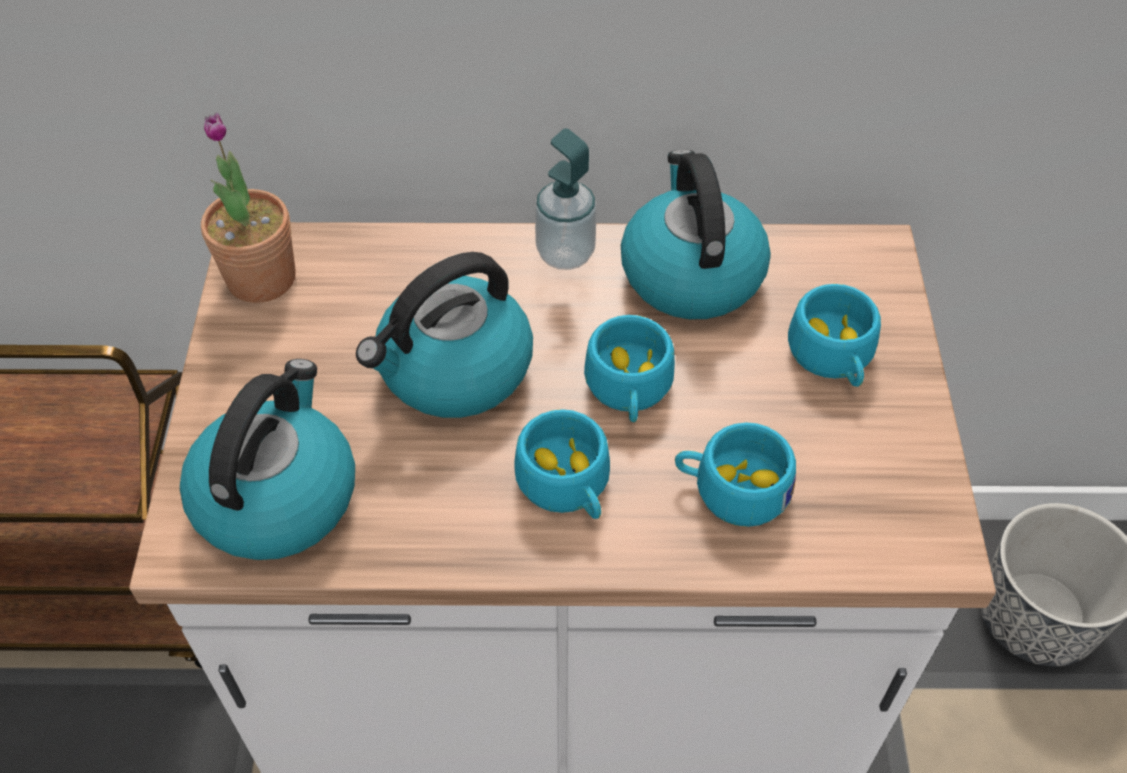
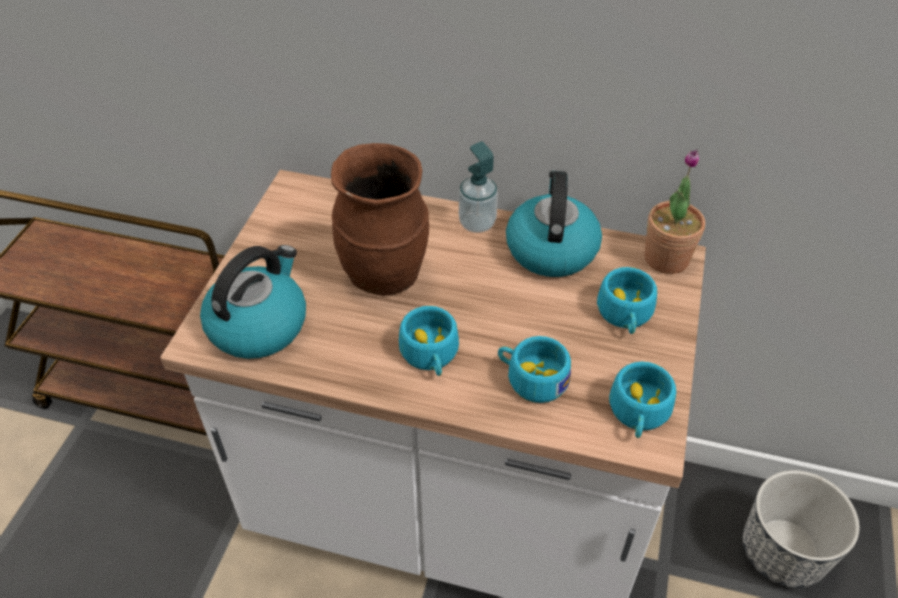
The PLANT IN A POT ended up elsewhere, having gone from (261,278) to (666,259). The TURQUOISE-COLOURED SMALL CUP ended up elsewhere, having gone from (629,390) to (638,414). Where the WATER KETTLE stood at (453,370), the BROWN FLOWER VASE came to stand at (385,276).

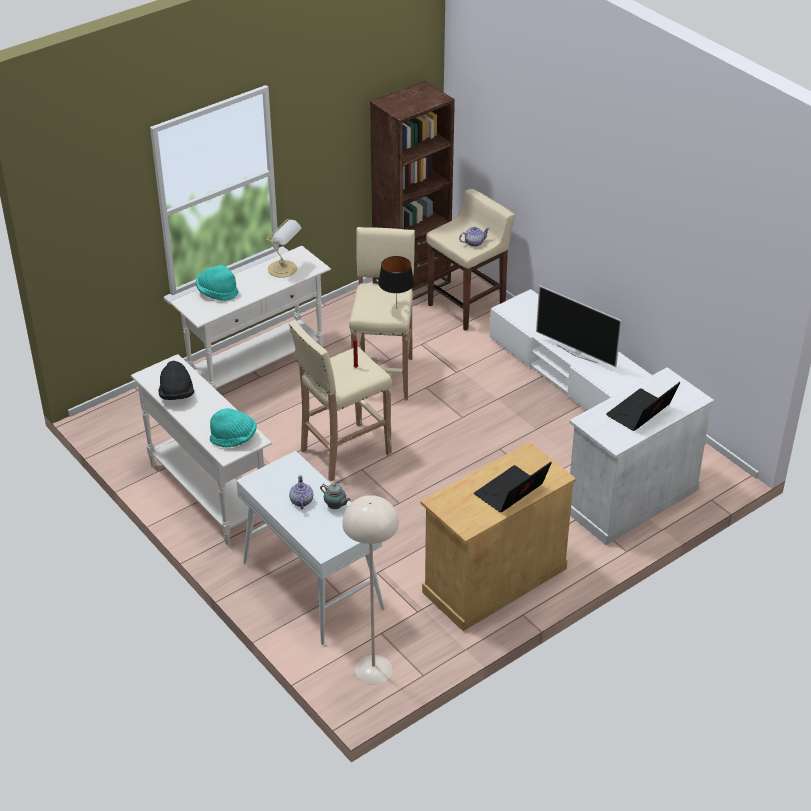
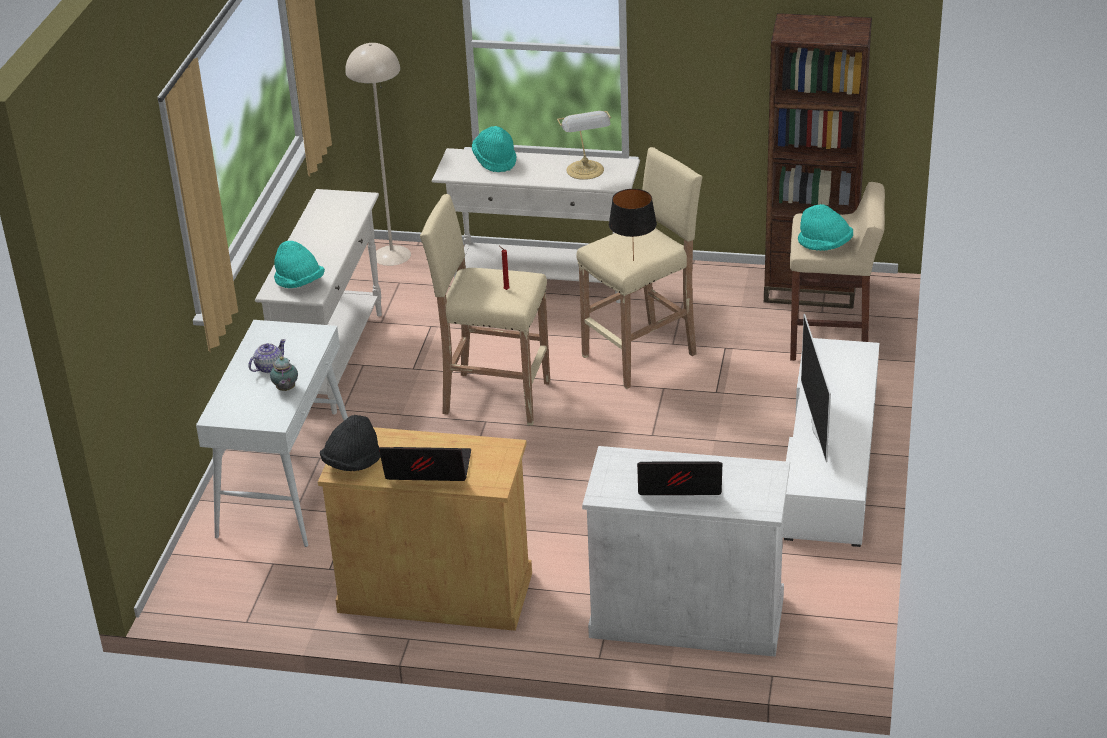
The BLACKISH WEARABLE HAT ended up elsewhere, having gone from (176,395) to (352,463). The BEIGE-COLOURED FLOOR LAMP ended up elsewhere, having gone from (373,670) to (391,255). Where the POT FOR TEA stood at (473,243), the TURQUOISE-COLOURED WEARABLE HAT came to stand at (825,245).

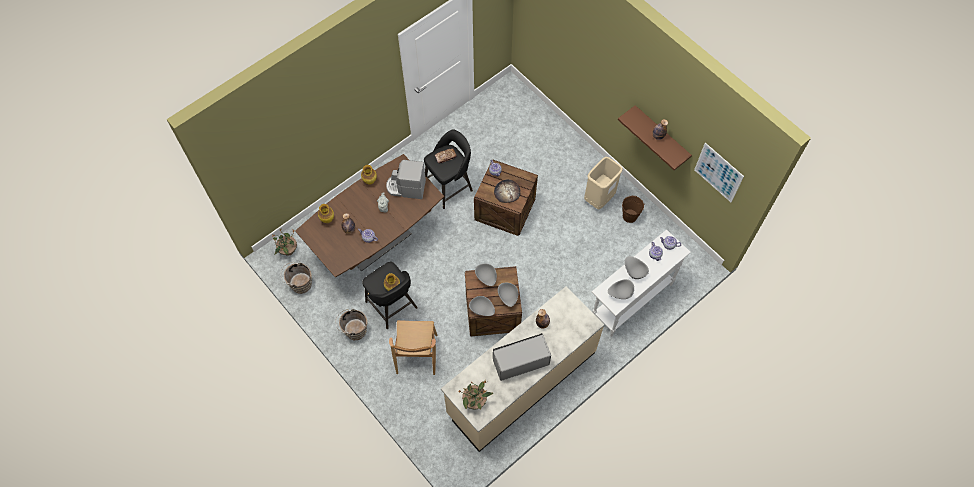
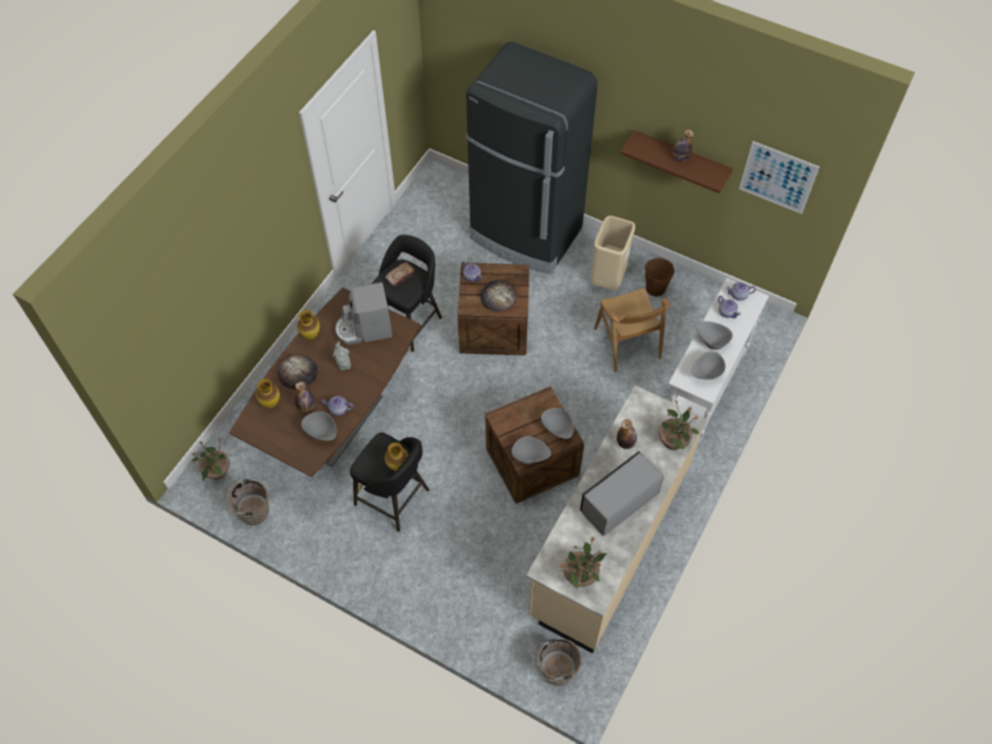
The second view gained the BAKERY BREAD at (298,373). The second view gained the BLACKISH KITCHEN FRIDGE at (526,234). The second view gained the PLANT IN A POT at (673,441). The BROWN PAIL ended up elsewhere, having gone from (354,330) to (555,670). The BROWN UPRIGHT CHAIR ended up elsewhere, having gone from (416,354) to (627,344). The GREY BOWL ended up elsewhere, having gone from (486,278) to (322,433).

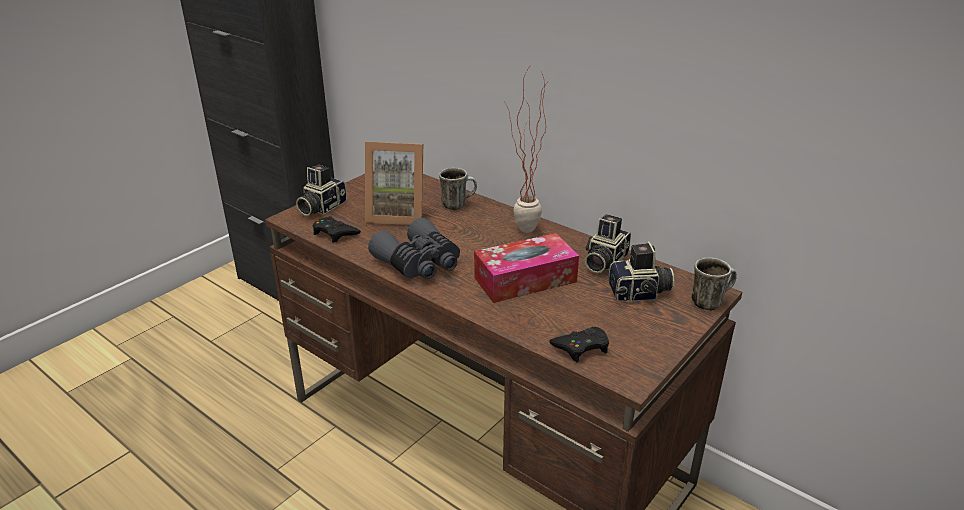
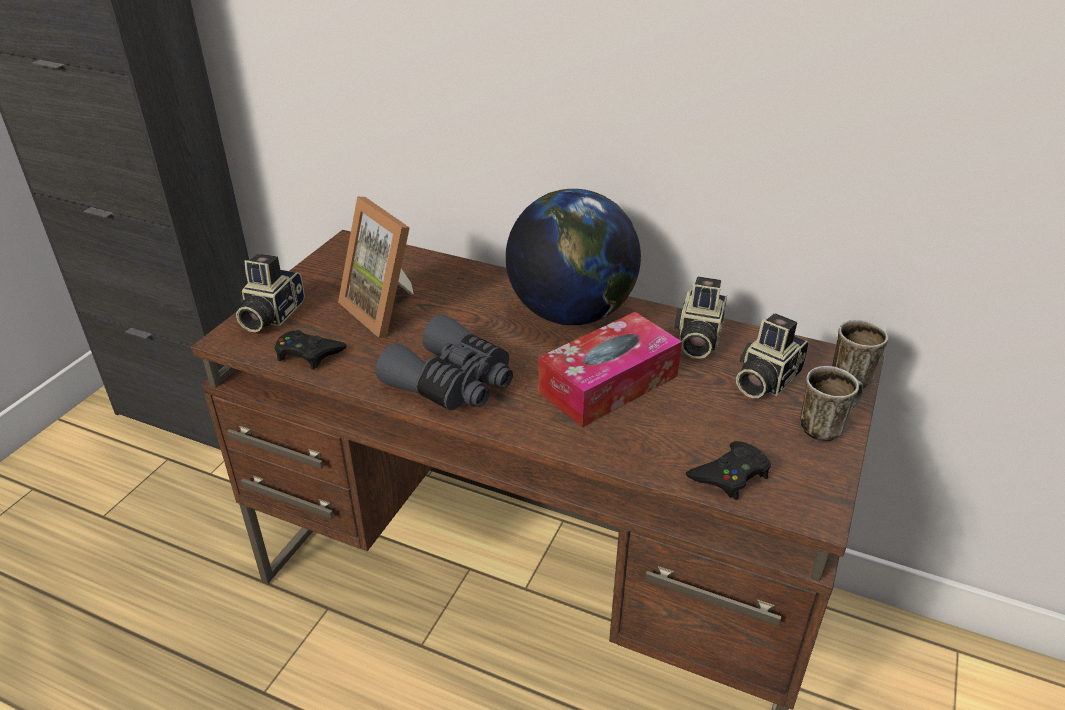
The MUG ended up elsewhere, having gone from (458,204) to (824,426). Where the PLANT IN A POT stood at (521,233), the DESK GLOBE came to stand at (571,314). The PICTURE FRAME at (397,214) ended up facing another way, 60 degrees clockwise from before. The STILL CAMERA at (640,294) ended up facing another way, 150 degrees clockwise from before.

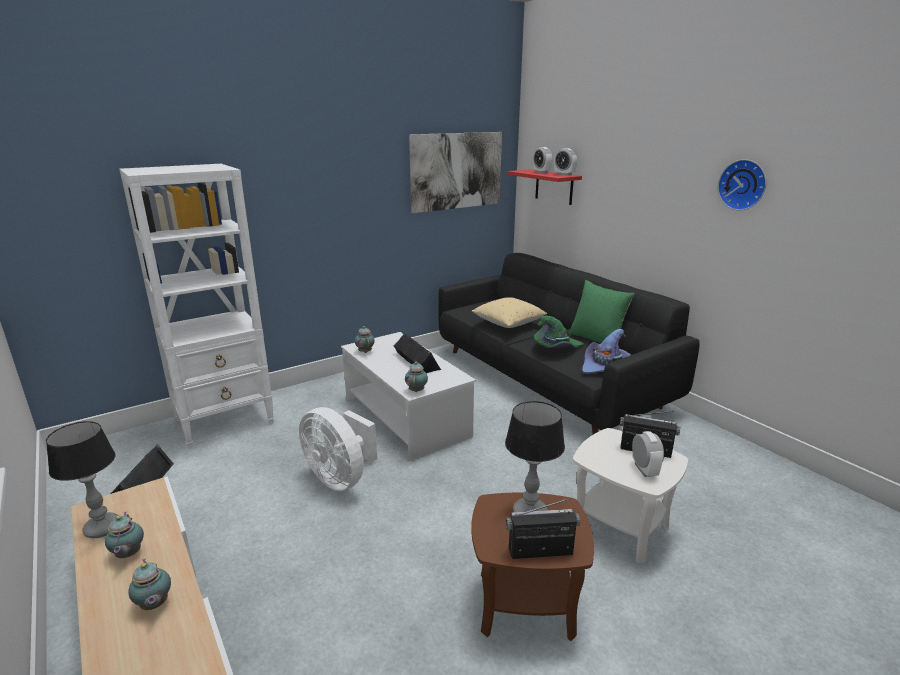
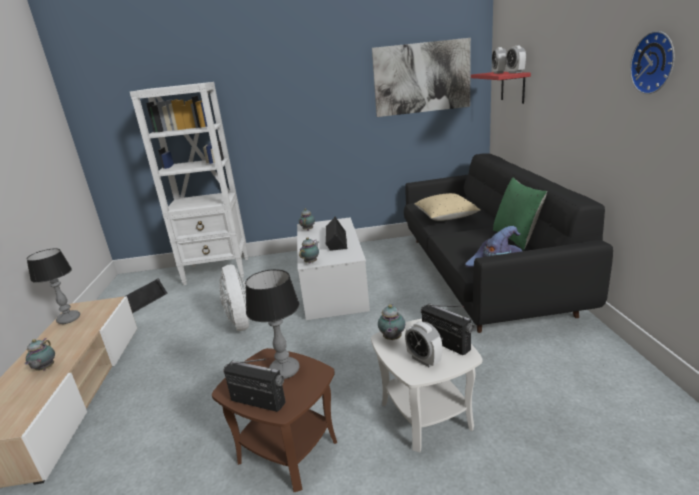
The second view lost the GREENISH WEARABLE HAT at (556,347). The POT FOR TEA ended up elsewhere, having gone from (128,555) to (392,339). The ALARM CLOCK at (644,470) ended up facing another way, 120 degrees clockwise from before.

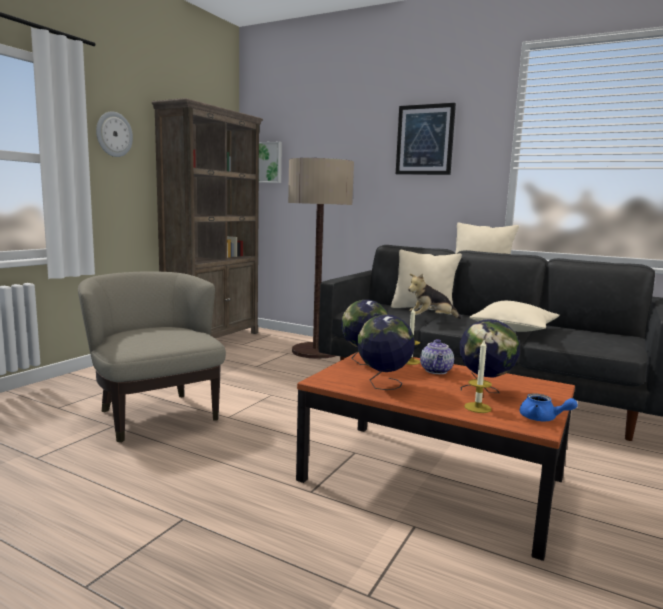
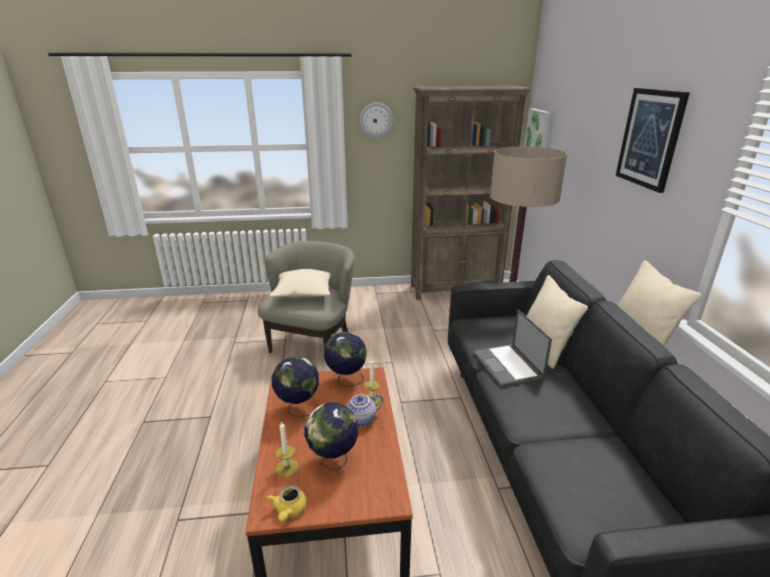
The BEIGE-COLOURED CUSHION ended up elsewhere, having gone from (513,329) to (303,293). Where the SOFT TOY stood at (431,319), the PORTABLE COMPUTER came to stand at (508,365). What was the BLUISH POT FOR TEA at (542,419) turned into the YELLOW POT FOR TEA at (289,511).

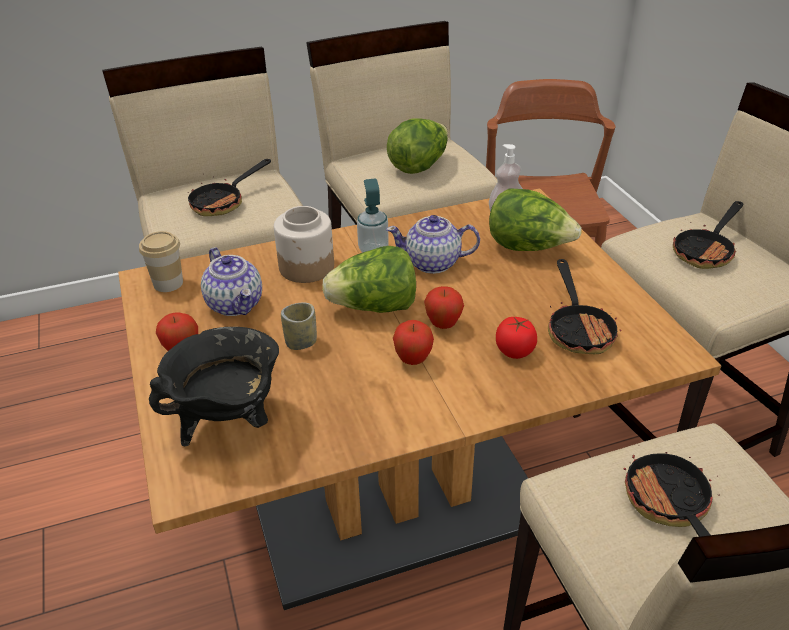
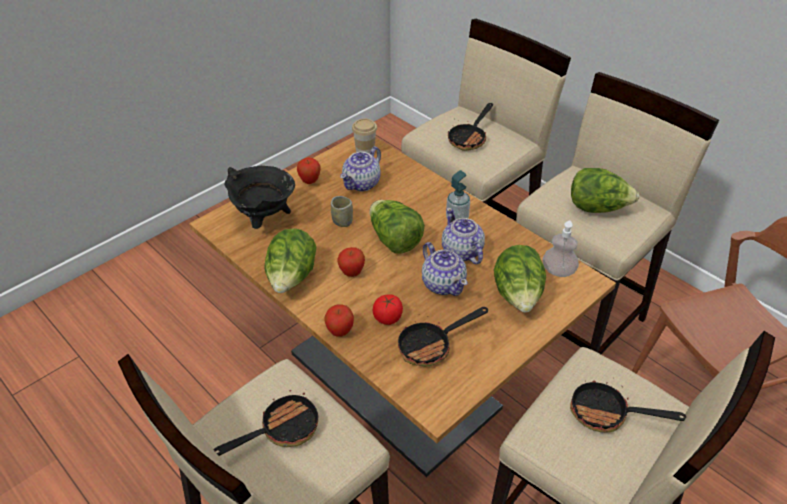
The second view lost the JAR at (307,267). The second view gained the HEAD OF LETTUCE at (292,278). The second view gained the POT FOR TEA at (443,284). The APPLE ended up elsewhere, having gone from (443,325) to (340,332). The FRYING PAN at (224,202) ended up facing another way, 75 degrees counterclockwise from before.

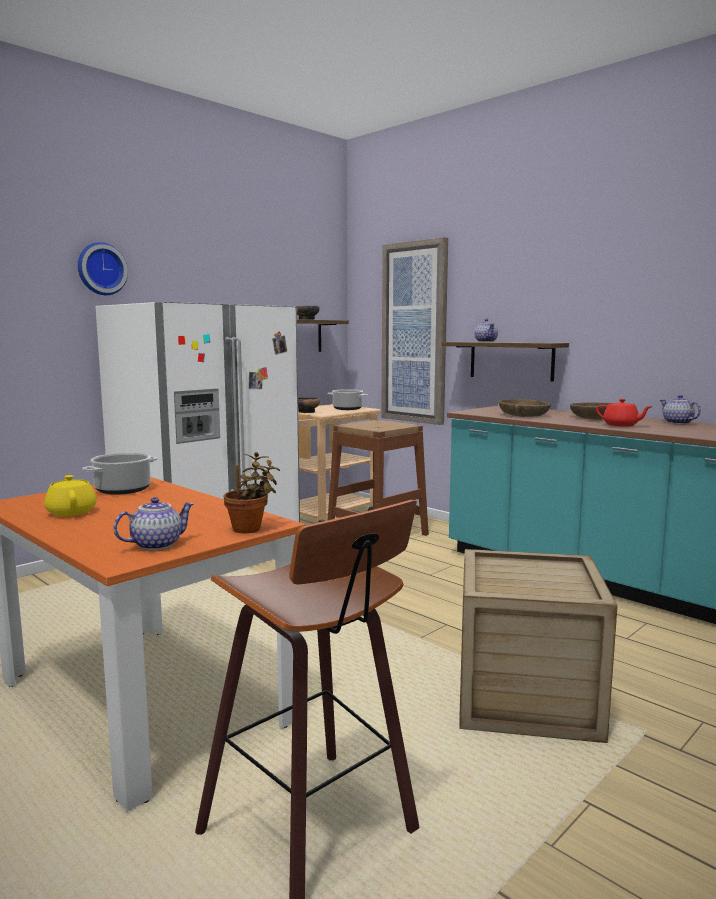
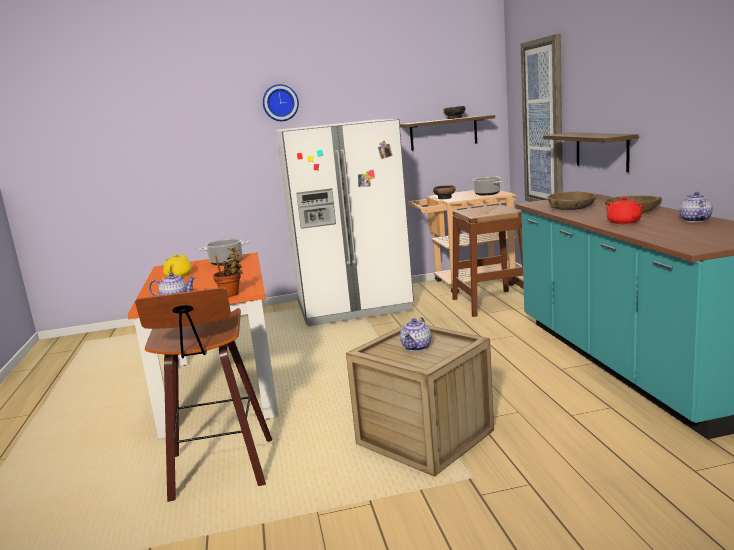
The POT FOR TEA ended up elsewhere, having gone from (486,341) to (417,347).

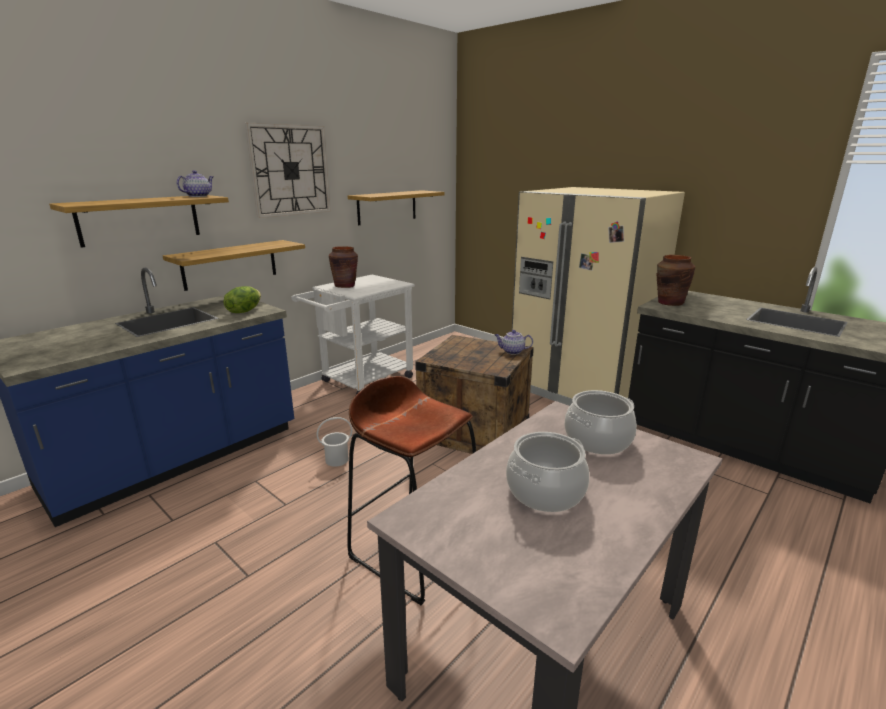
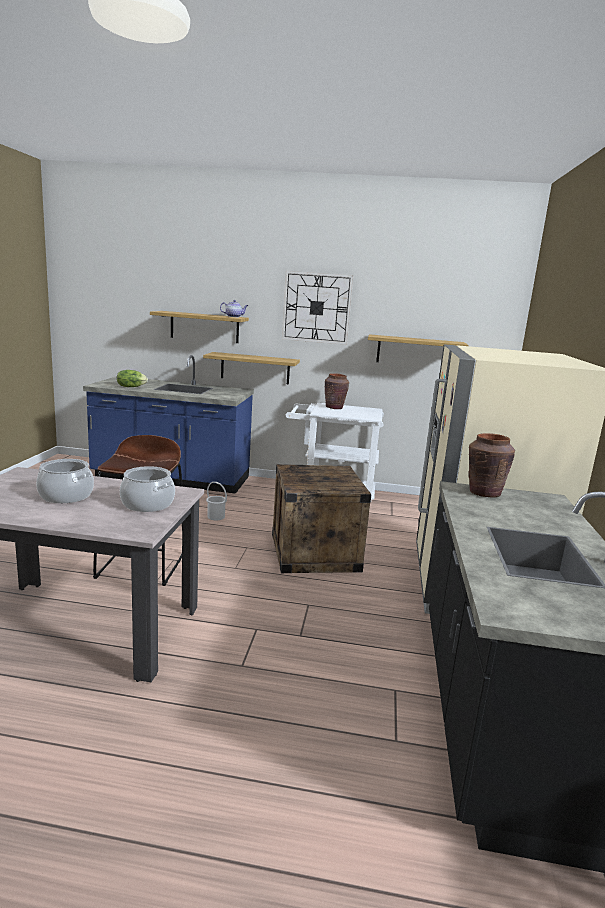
The second view lost the POT FOR TEA at (512,351). The HEAD OF LETTUCE ended up elsewhere, having gone from (244,311) to (131,387).

